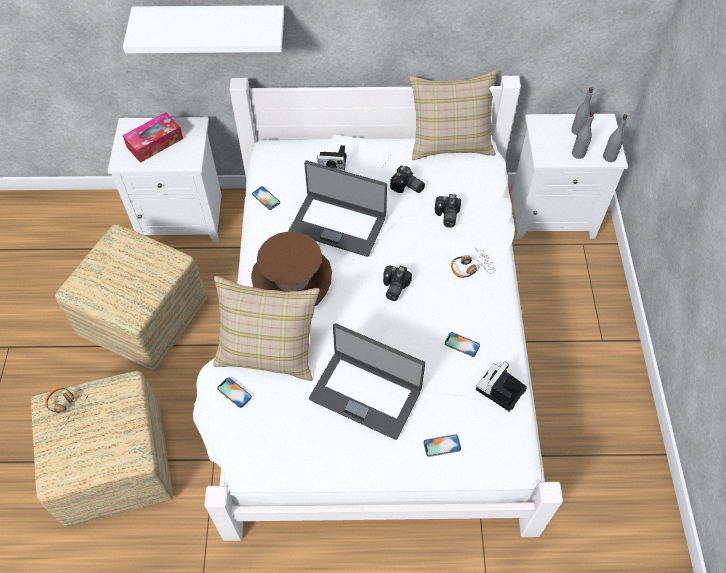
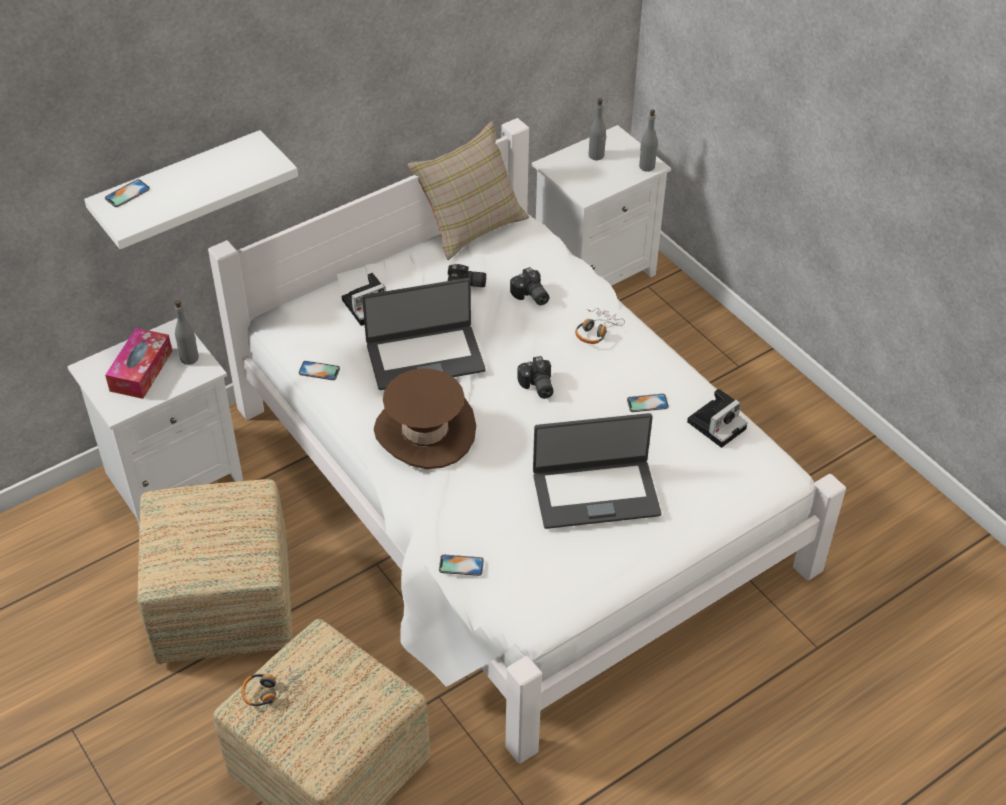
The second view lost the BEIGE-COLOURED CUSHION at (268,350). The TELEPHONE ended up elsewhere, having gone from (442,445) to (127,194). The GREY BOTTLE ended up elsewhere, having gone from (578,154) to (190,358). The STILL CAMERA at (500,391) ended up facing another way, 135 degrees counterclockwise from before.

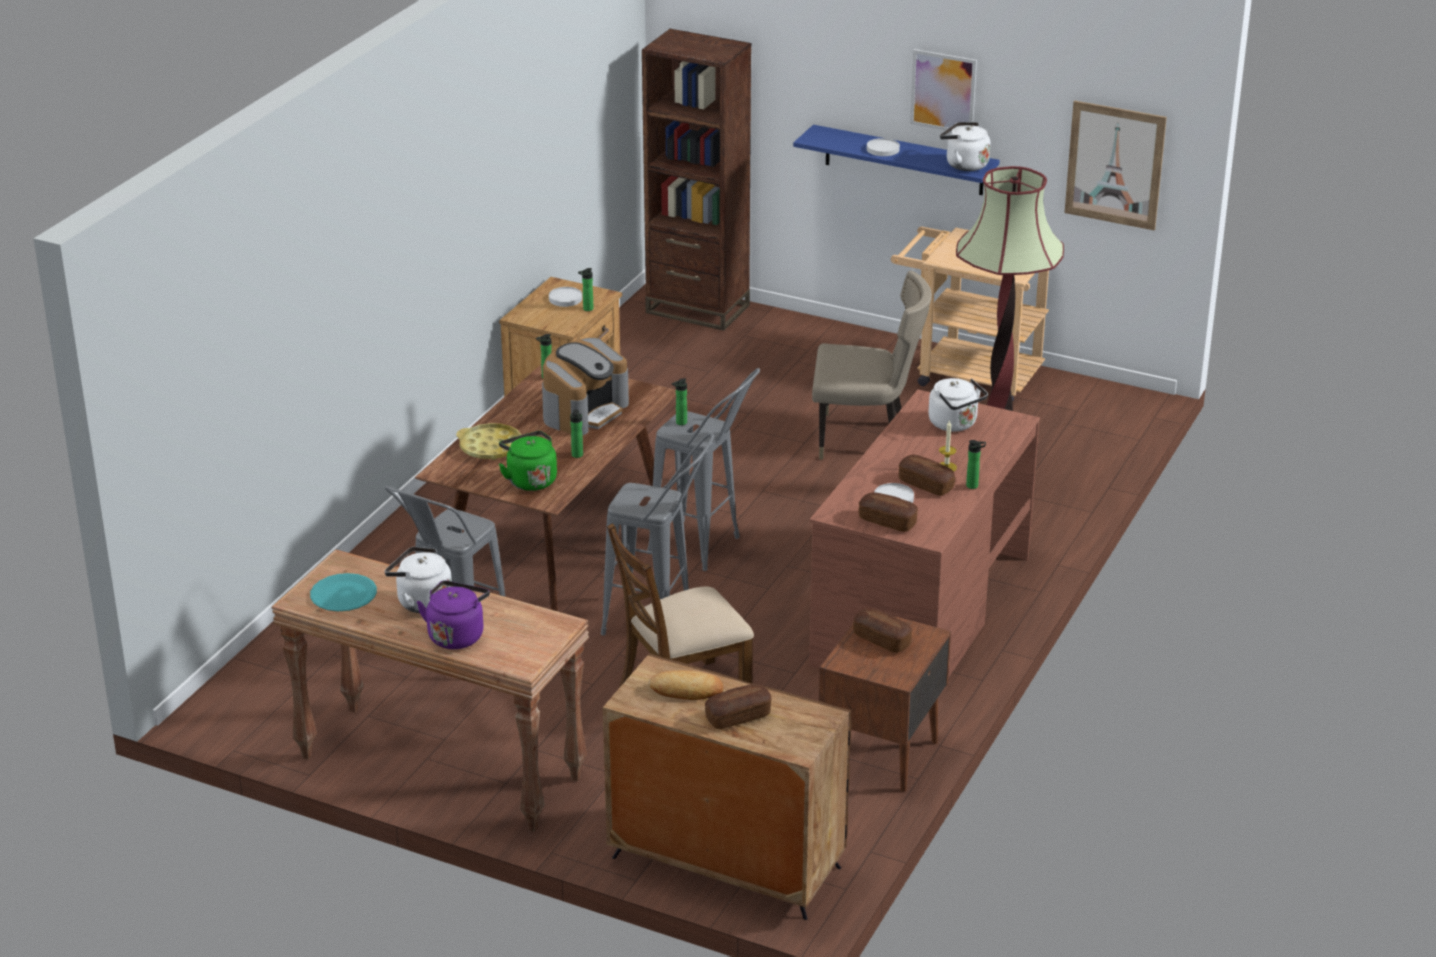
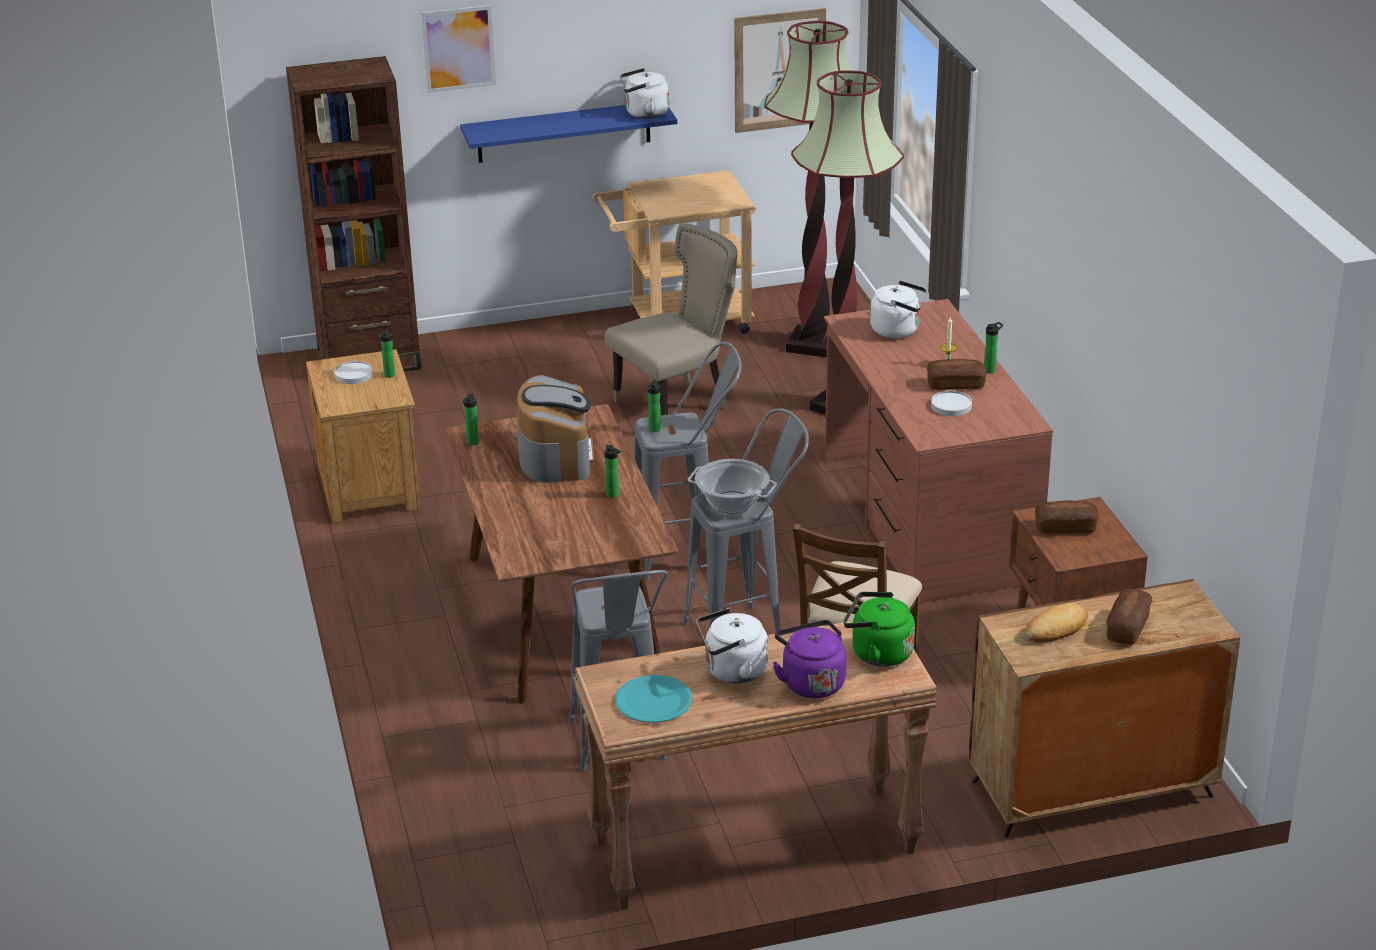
The second view lost the YELLOW TRAY at (491,447). The second view lost the BAKERY BREAD at (887,521). The second view lost the WHITISH FLAT DISH at (882,149). The second view gained the COOKING POT at (732,503). The second view gained the FLOOR LAMP at (813,344). The GREENISH WATER KETTLE ended up elsewhere, having gone from (530,480) to (877,653). The WALL PICTURE ended up elsewhere, having gone from (943,92) to (458,48).

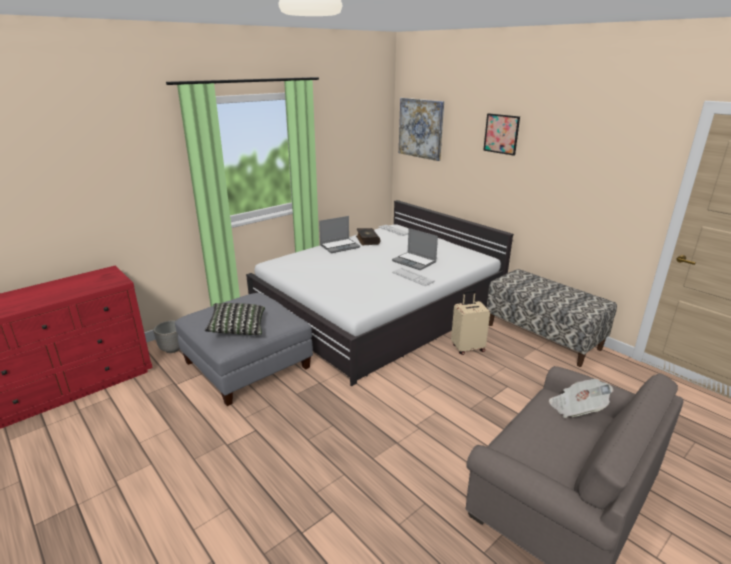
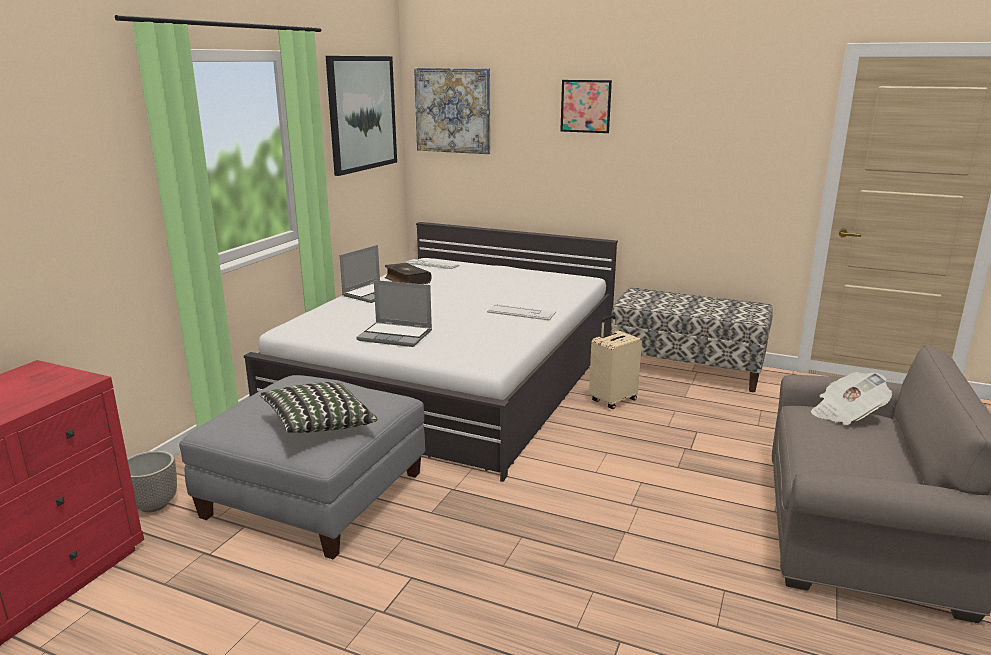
The second view gained the WALL PICTURE at (362,113). The PORTABLE COMPUTER ended up elsewhere, having gone from (415,262) to (396,336).

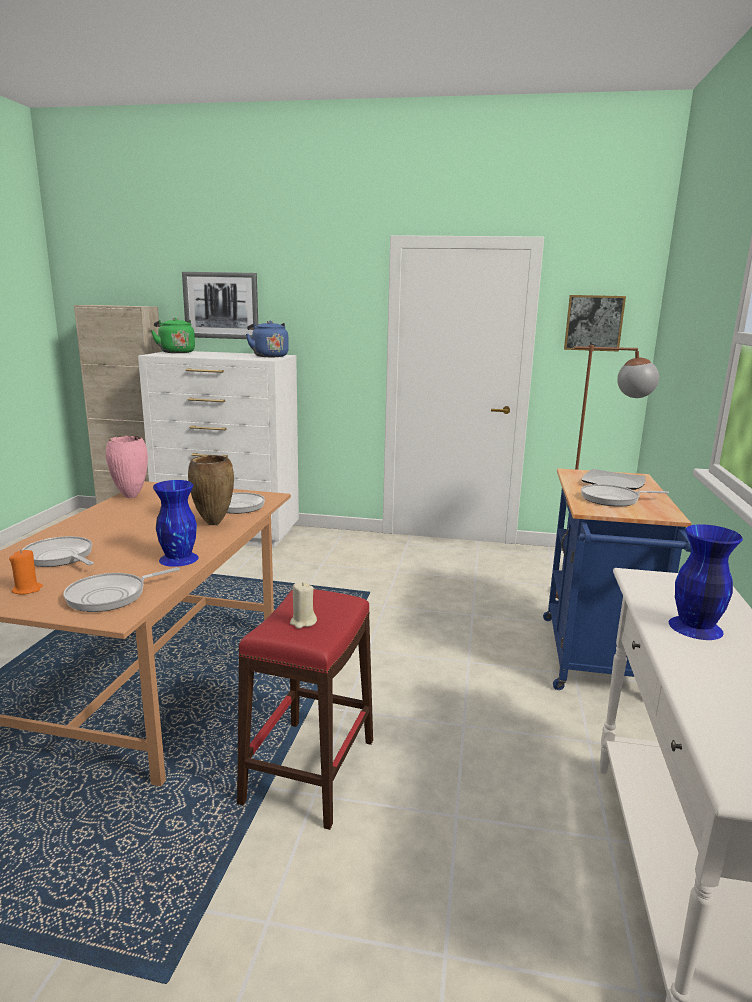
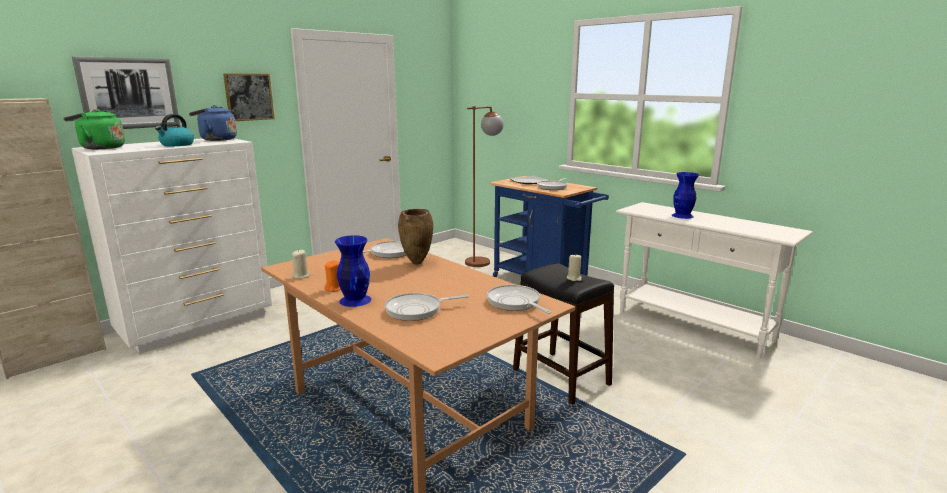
The second view gained the WATER KETTLE at (177,145). The ORANGE CANDLE ended up elsewhere, having gone from (27,589) to (334,288). The BLUISH FLOWER VASE ended up elsewhere, having gone from (178,558) to (354,300). The WALL PICTURE ended up elsewhere, having gone from (594,323) to (249,97). Where the PINKISH FLOWER VASE stood at (130,497), the BEIGE-COLOURED CANDLE came to stand at (301,276). What was the RED-COLOURED STOOL SEAT at (311,771) turned into the BLACKISH STOOL SEAT at (561,377). The FRYING PAN at (111,596) ended up facing another way, 150 degrees clockwise from before.

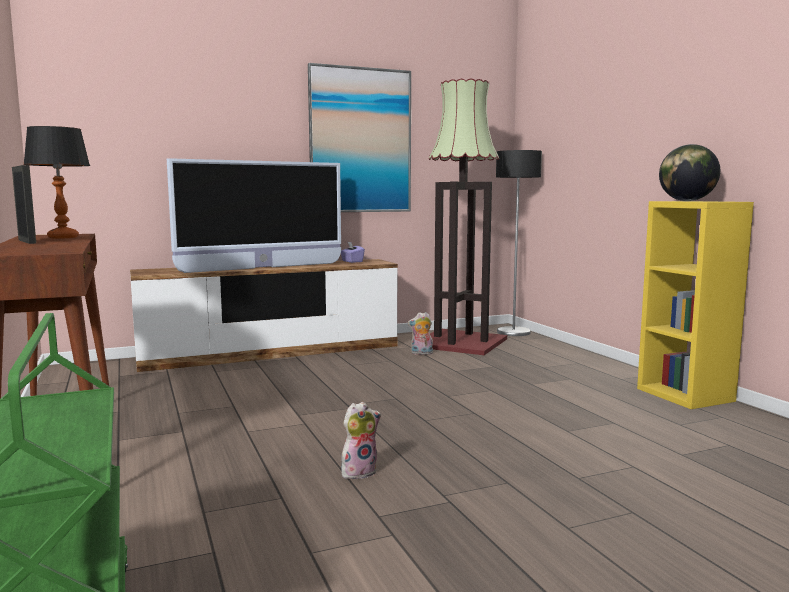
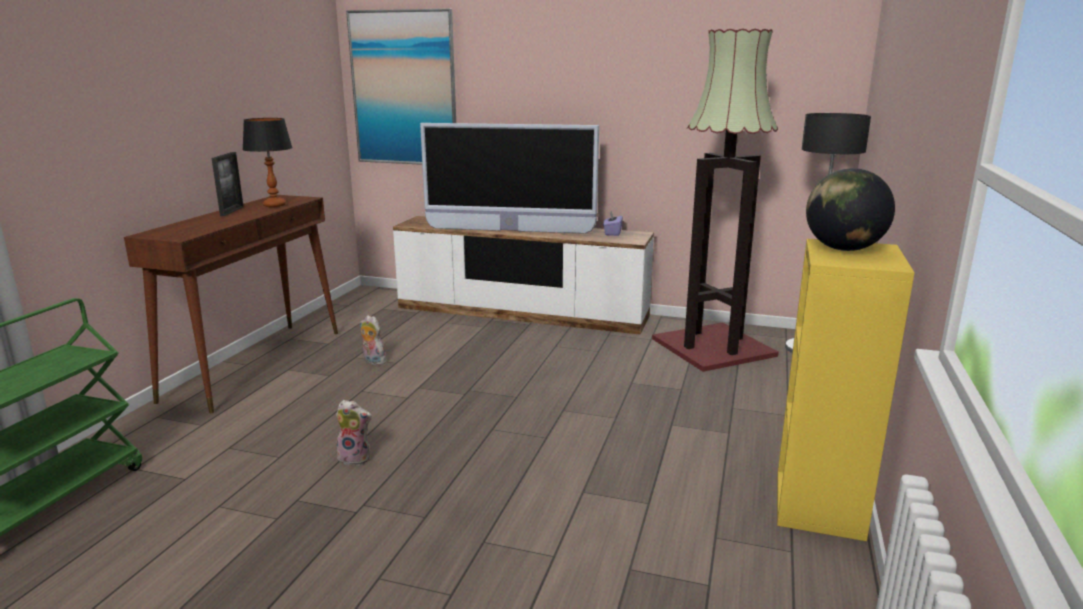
The WALL PICTURE ended up elsewhere, having gone from (360,141) to (404,89). The SOFT TOY ended up elsewhere, having gone from (421,354) to (372,361).

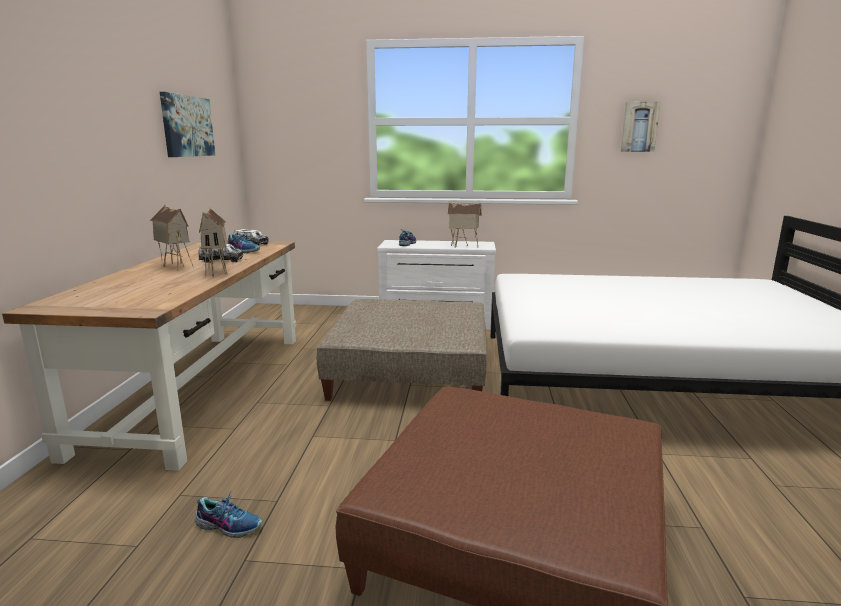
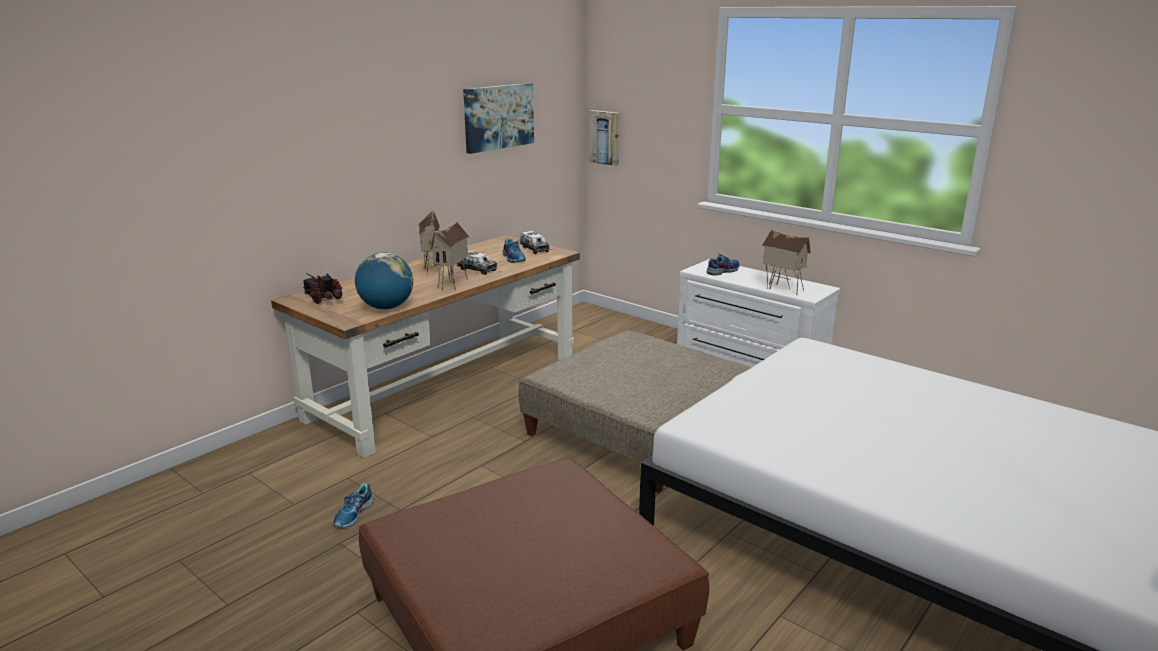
The second view gained the MODEL TRUCK at (323,298). The second view gained the DESK GLOBE at (386,307). The WALL PICTURE ended up elsewhere, having gone from (639,127) to (605,137). The SHOE at (229,525) ended up facing another way, 60 degrees clockwise from before.

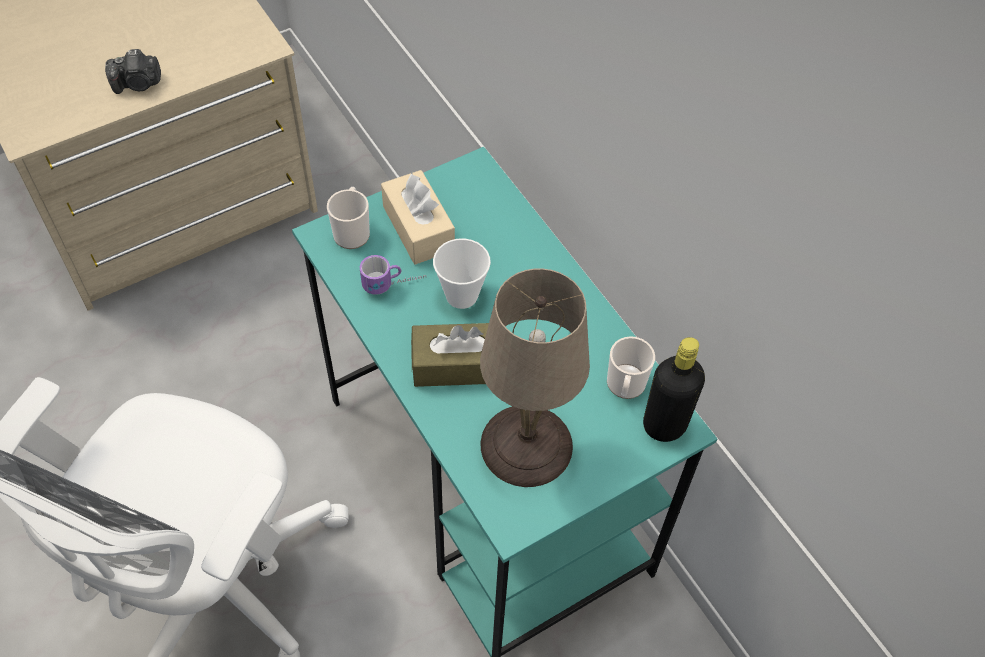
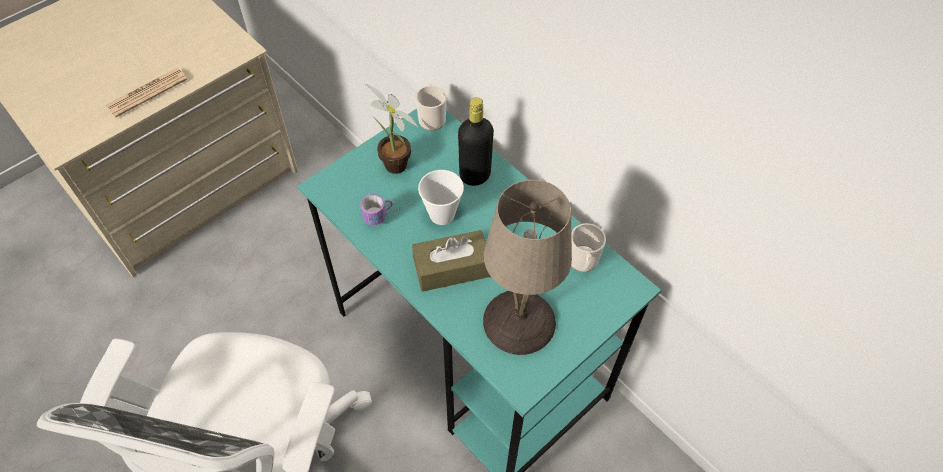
The MUG ended up elsewhere, having gone from (352,231) to (432,118). The BLACKISH BOTTLE ended up elsewhere, having gone from (664,425) to (475,175). Where the STILL CAMERA stood at (138,84), the PRINTED PAPER came to stand at (147,93). Where the BEIGE-COLOURED BOX OF TISSUES stood at (418,228), the PLANT IN A POT came to stand at (396,168).

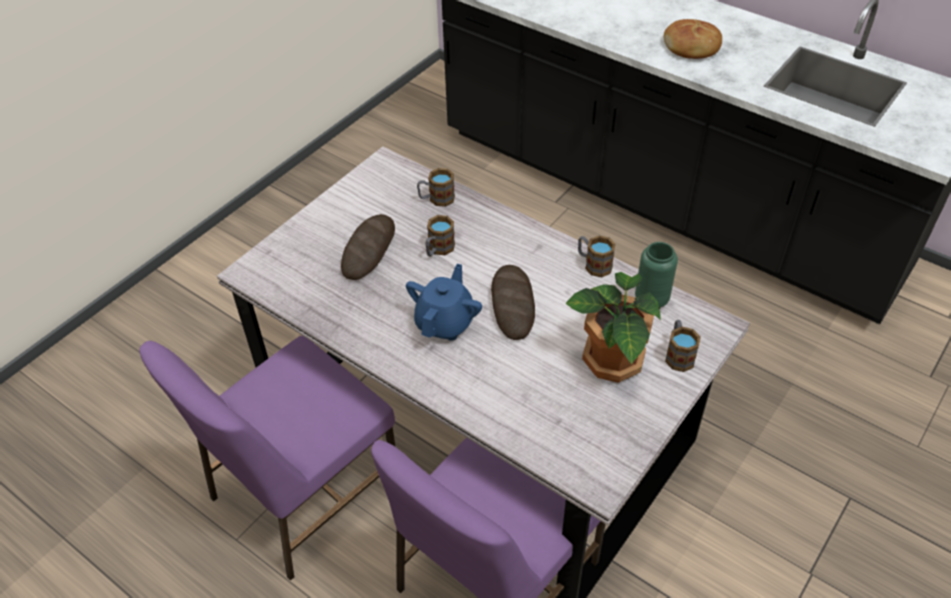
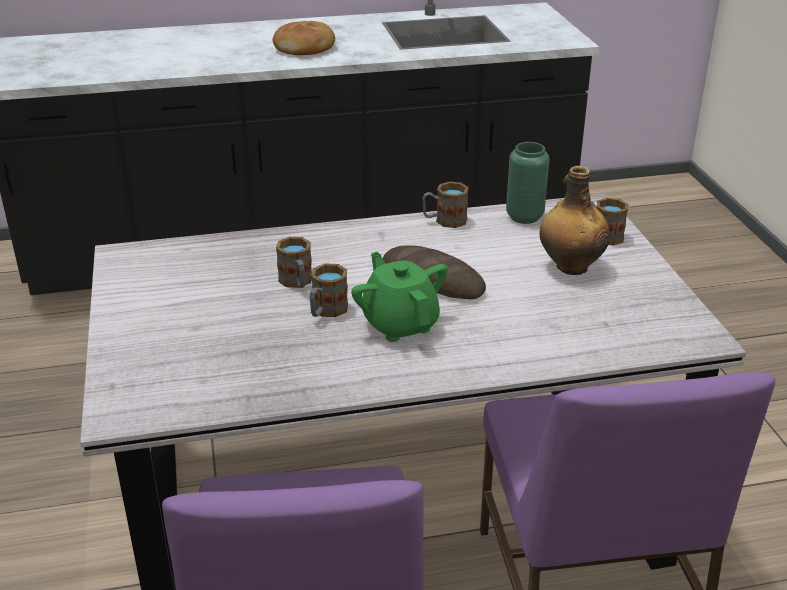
The second view lost the BAKERY BREAD at (369,250). The MUG ended up elsewhere, having gone from (436,199) to (326,311). Where the PLANT IN A POT stood at (611,362), the BOTTLE came to stand at (570,267). What was the BLUISH POT FOR TEA at (445,322) turned into the GREENISH POT FOR TEA at (400,324).

